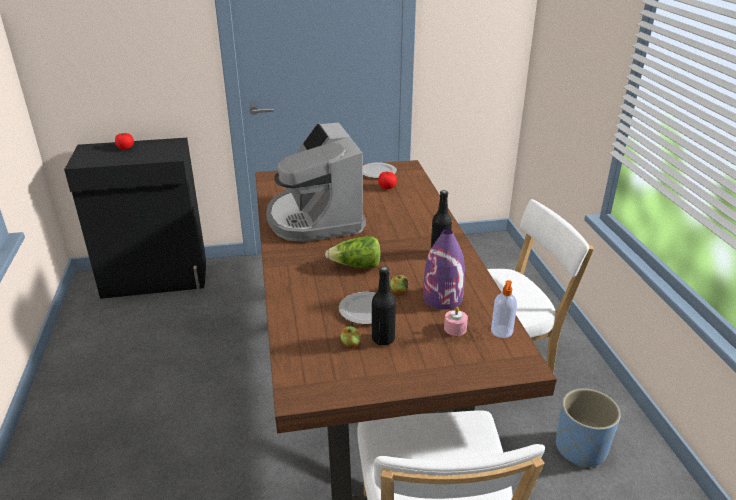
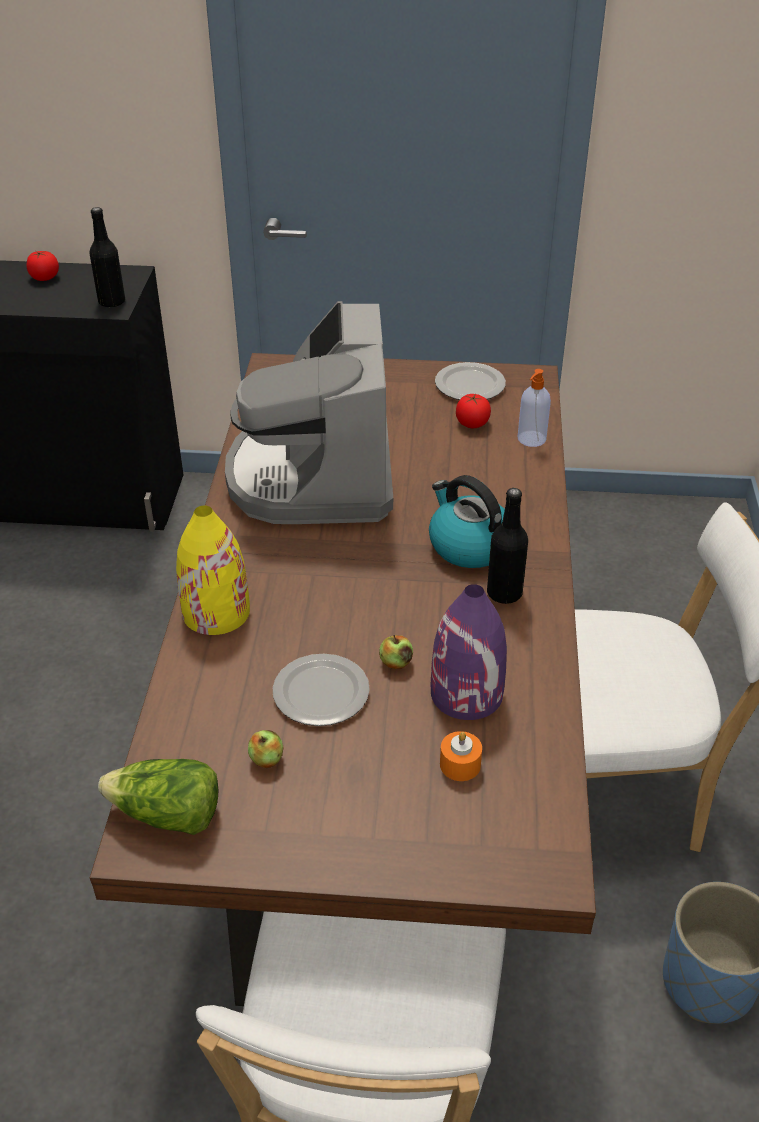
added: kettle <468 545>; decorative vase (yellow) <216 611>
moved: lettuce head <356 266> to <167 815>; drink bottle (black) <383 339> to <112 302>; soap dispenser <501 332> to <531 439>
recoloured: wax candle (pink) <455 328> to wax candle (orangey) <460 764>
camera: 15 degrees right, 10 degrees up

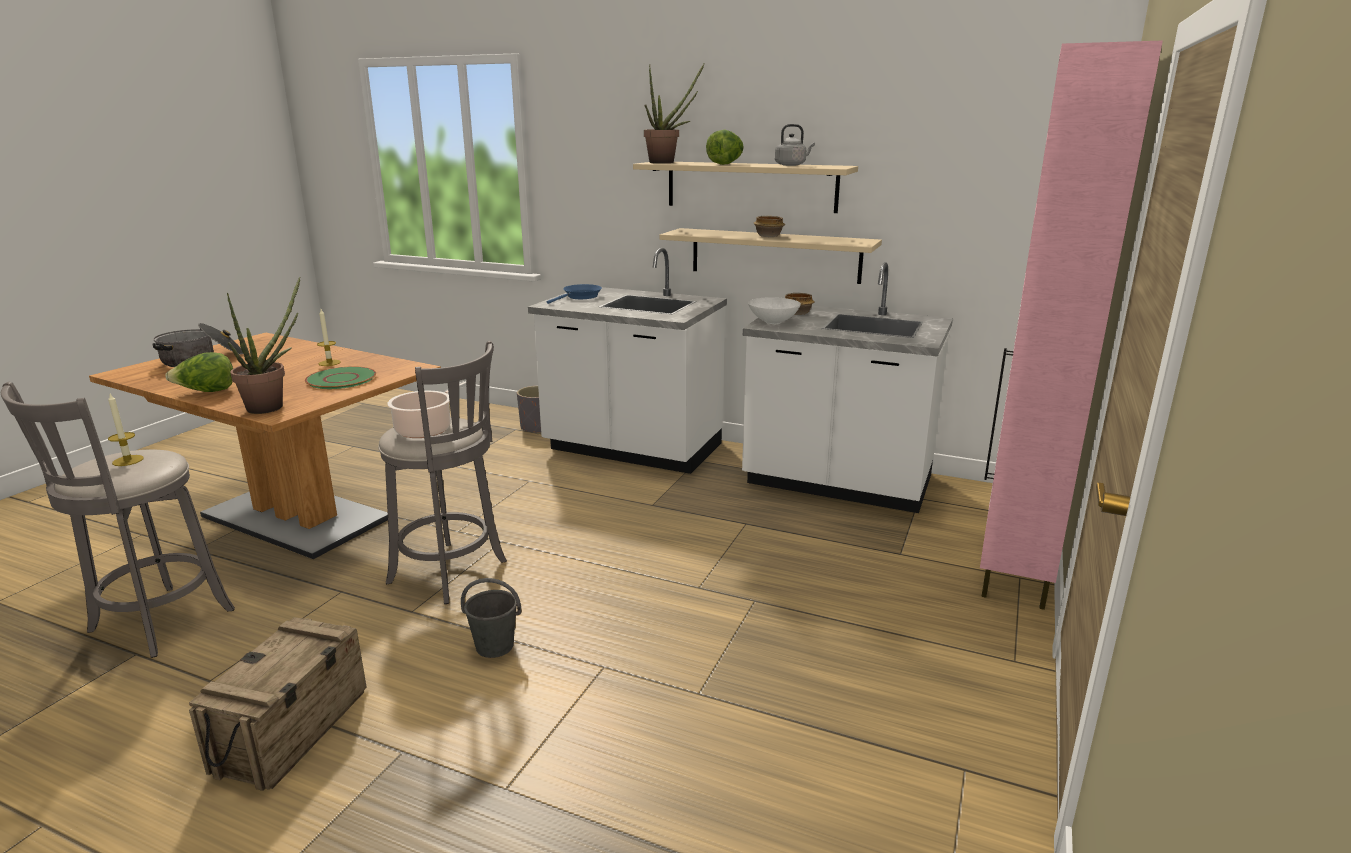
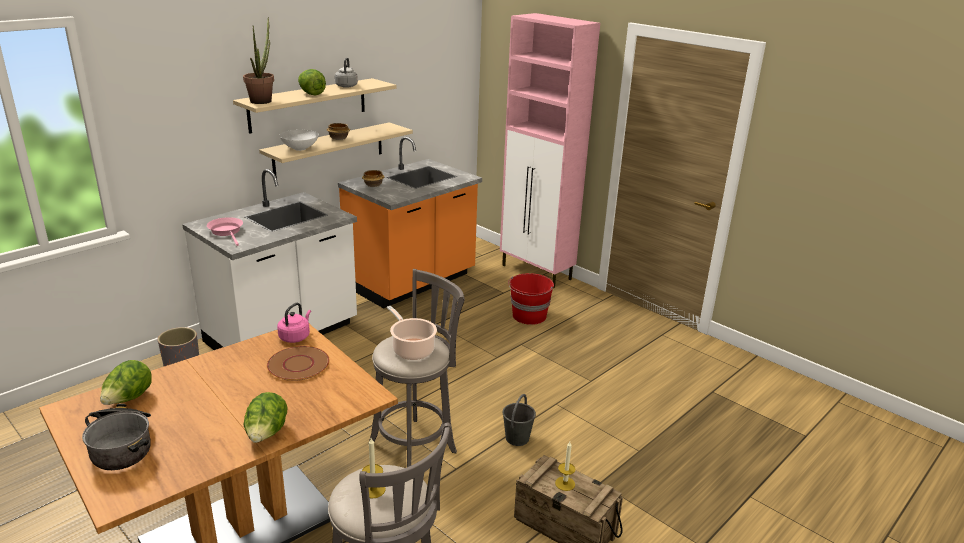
removed: houseplant <272 406>
added: bucket (red) <529 316>; kettle (pink) <295 337>; lettuce head <128 399>
moved: serving bowl (white-coloured) <773 322> to <299 148>; wax candle <329 363> to <565 483>
recoloured: kitchen counter (white-coloured) <837 483> to kitchen counter (orangey) <412 282>; pan (blue-coloured) <580 297> to pan (pink) <227 232>; flat dish (greenish) <341 379> to flat dish (brown) <298 364>
camera: 70 degrees left, 5 degrees up

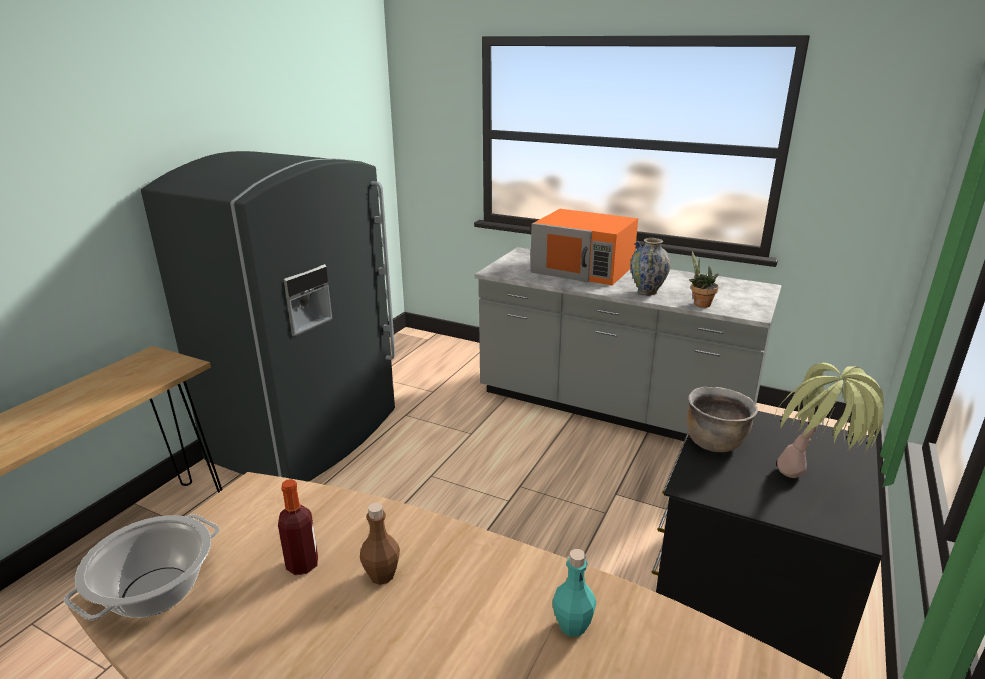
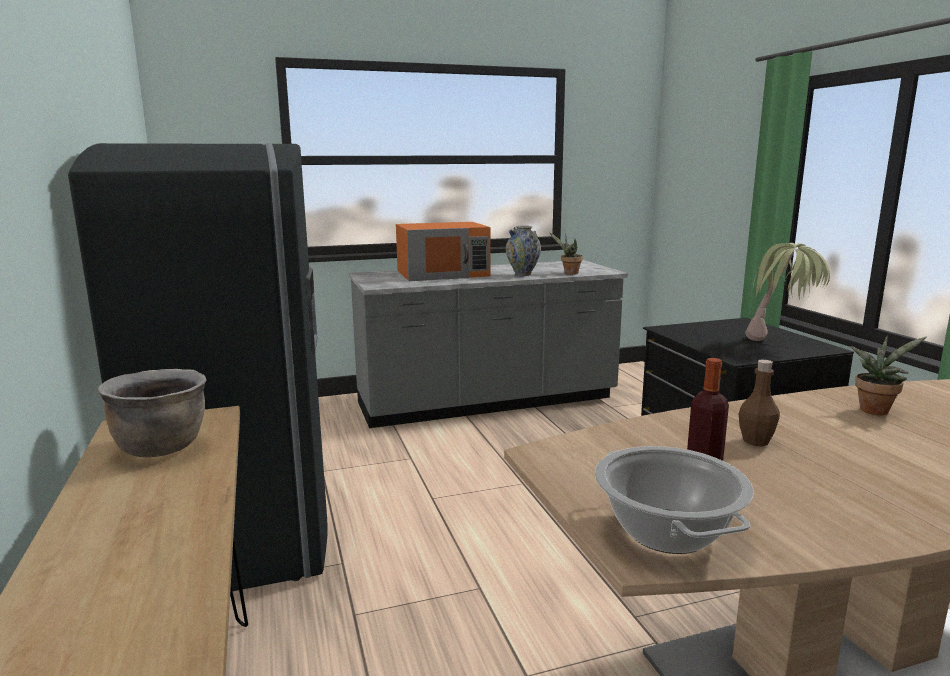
moved: stockpot (brown) <715 443> to <162 447>
replaced: drink bottle (turquoise) <572 626> to houseplant <875 409>
camera: 45 degrees left, 10 degrees down

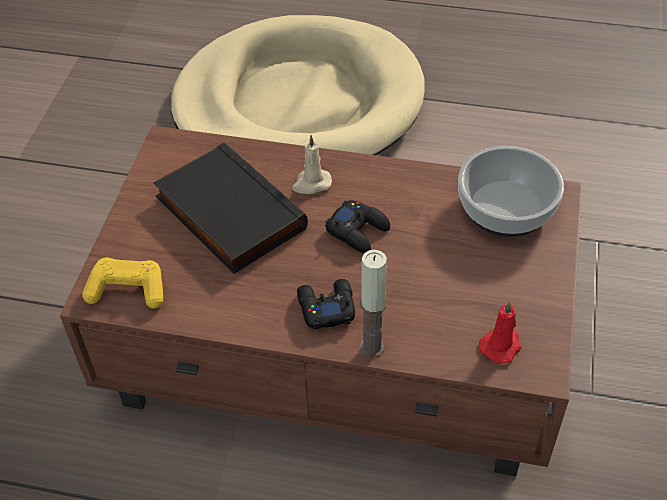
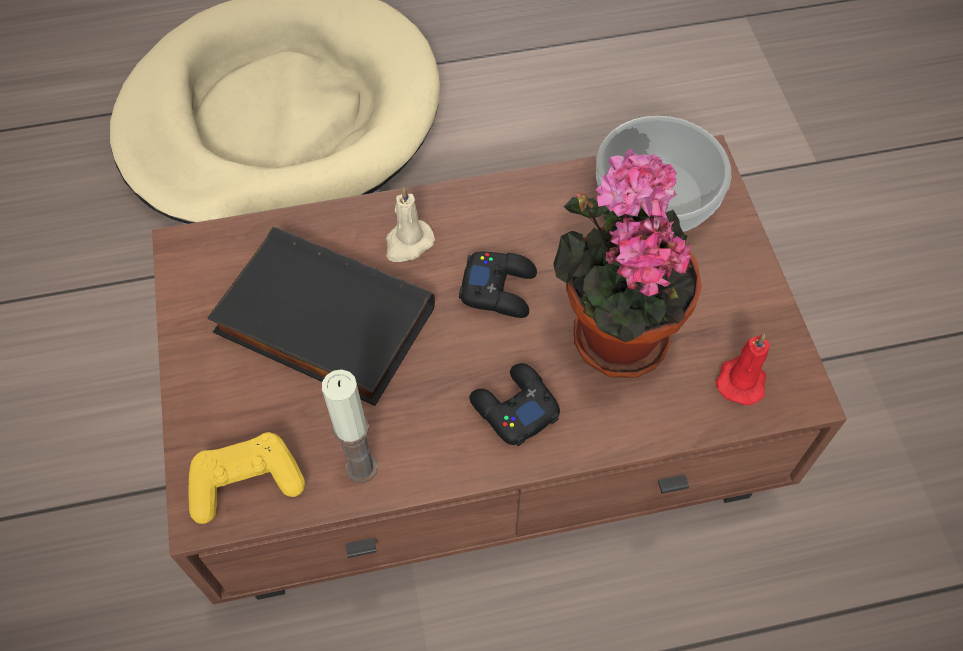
added: houseplant <613 331>
moved: wax candle <372 347> to <361 467>
camera: 25 degrees left, 10 degrees up

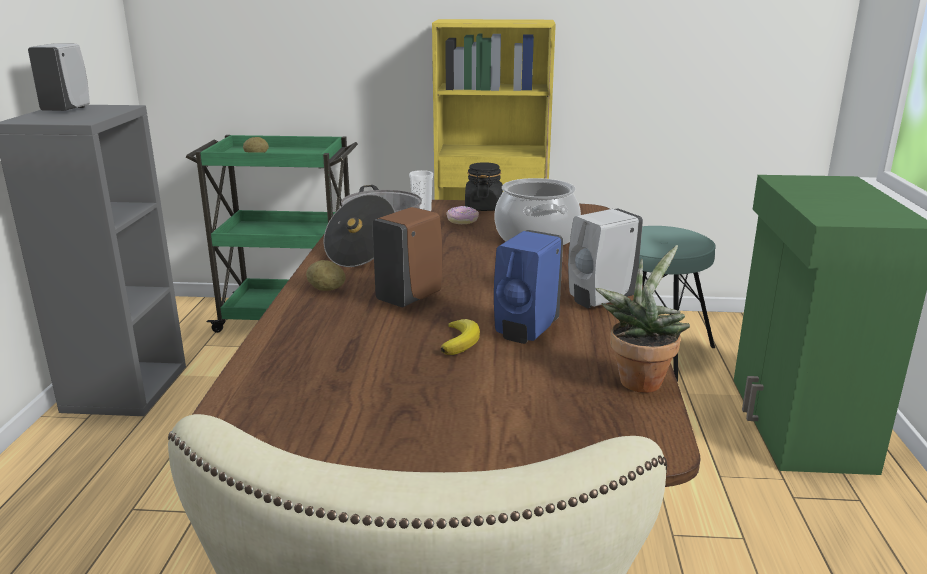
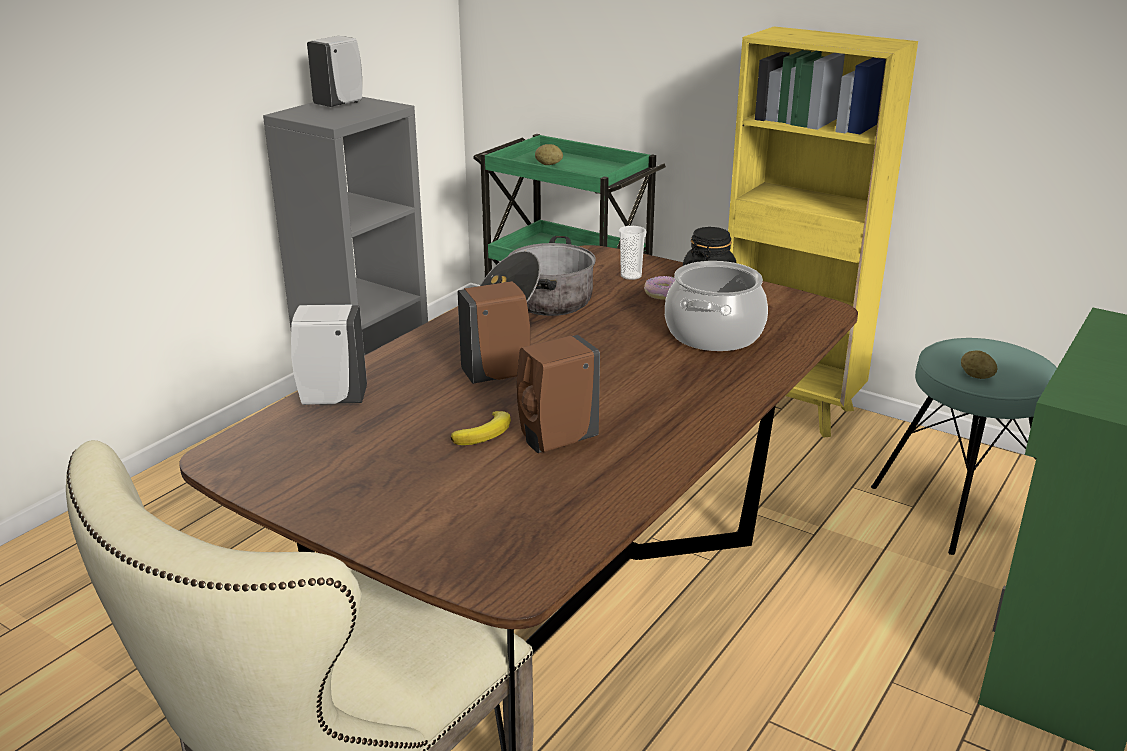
removed: houseplant <639 379>
moved: soap dispenser (white-coloured) <599 300> to <331 399>; whole potato <326 289> to <976 376>
recoloured: soap dispenser (blue-coloured) <525 331> to soap dispenser (brown) <555 441>
camera: 30 degrees right, 5 degrees up

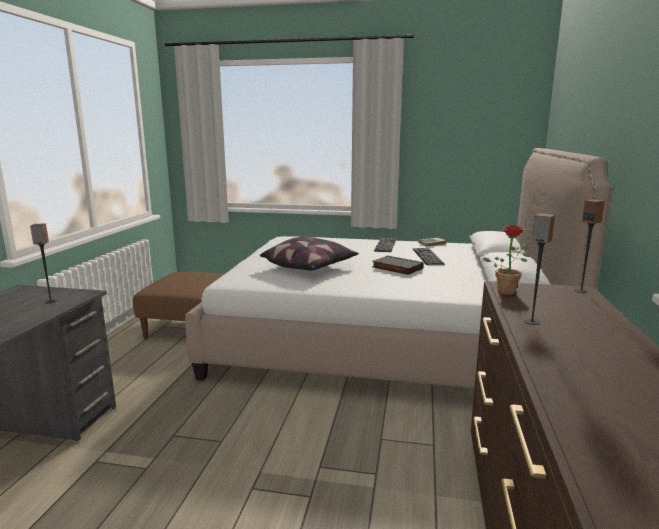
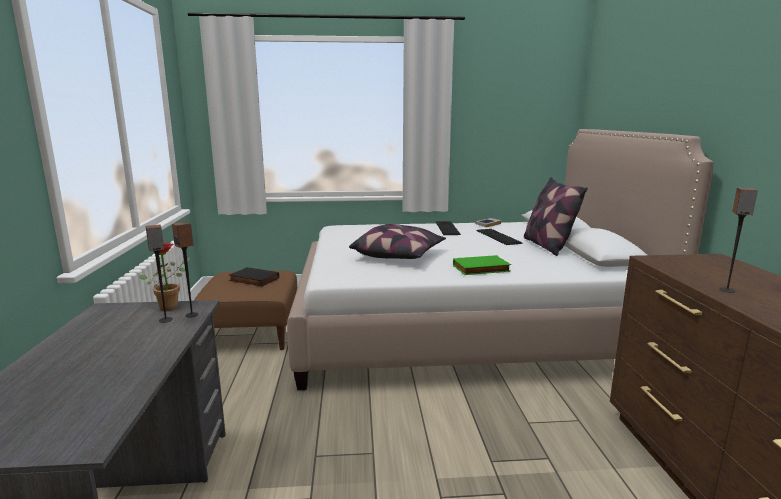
added: cushion <547 246>; volume (greenish) <481 269>
moved: audio speaker <581 291> to <192 315>; houseplant <507 291> to <171 306>; volume (black) <396 268> to <253 280>
camera: 15 degrees left, 0 degrees up

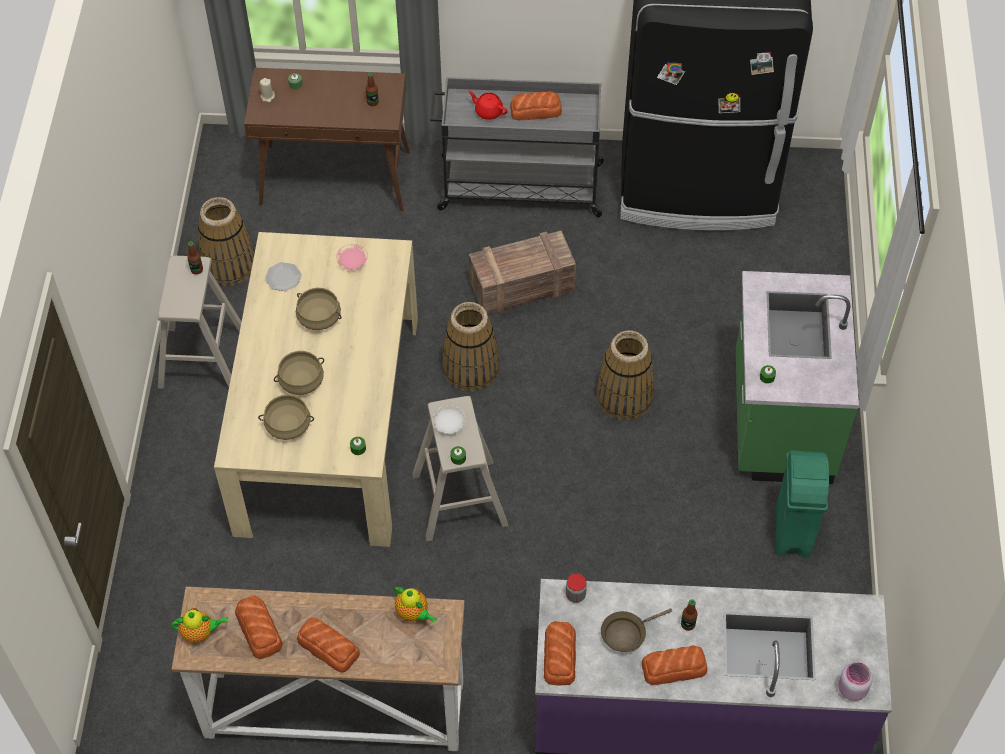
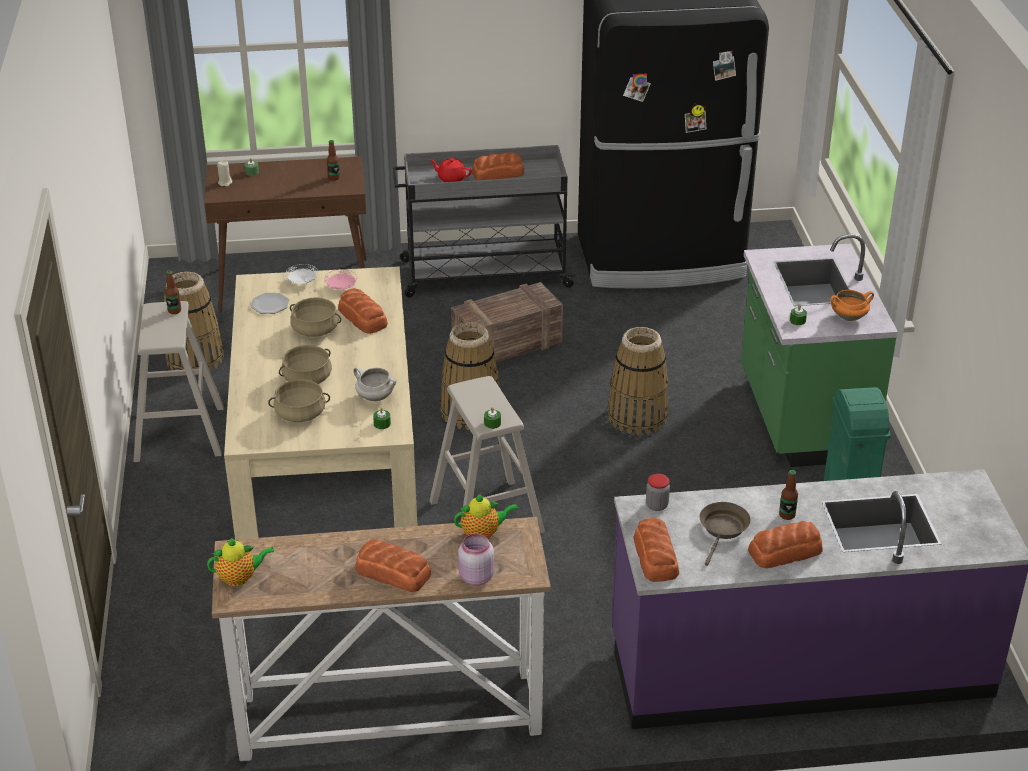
added: stockpot (orangey) <849 317>; stockpot (white-coloured) <375 397>
moved: flat dish (white-coloured) <449 425> to <302 282>; bread <259 630> to <363 318>; preserve jar (pink) <851 689> to <475 577>
turned: teapot <413 613> = <483 533> 45 degrees counterclockwise; pan (brown) <626 633> = <723 530> 150 degrees clockwise
camera: 10 degrees left, 20 degrees down

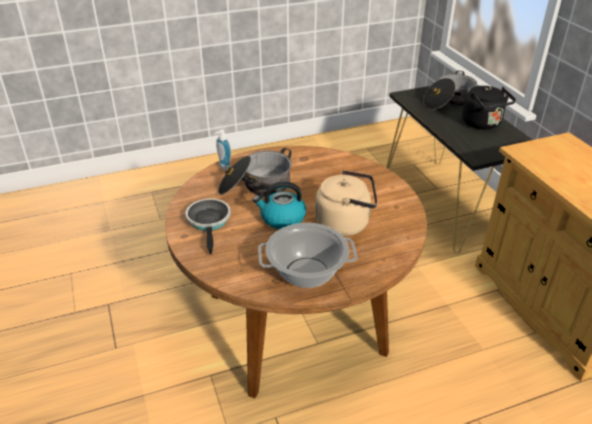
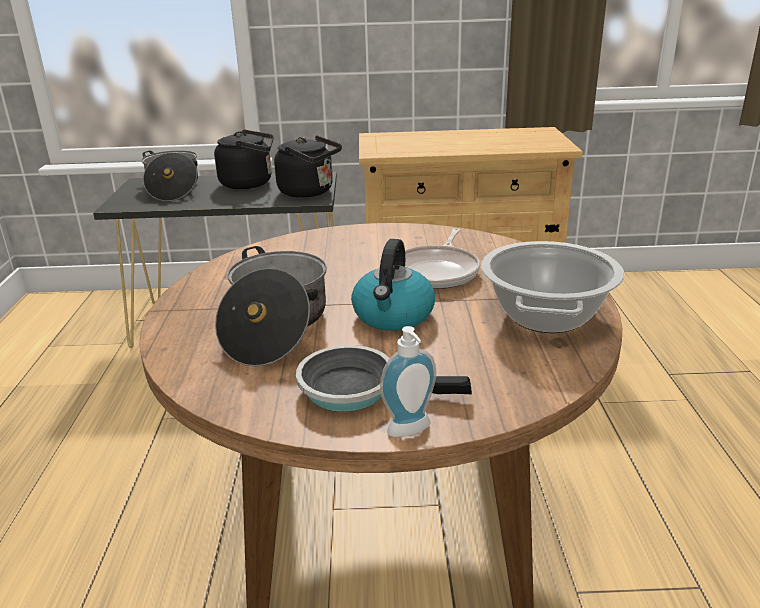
added: kettle (black) <309 192>
moved: soap dispenser <223 168> to <411 431>
replaced: kettle (beige-coloured) <345 223> to pan <437 272>
camera: 70 degrees left, 10 degrees down

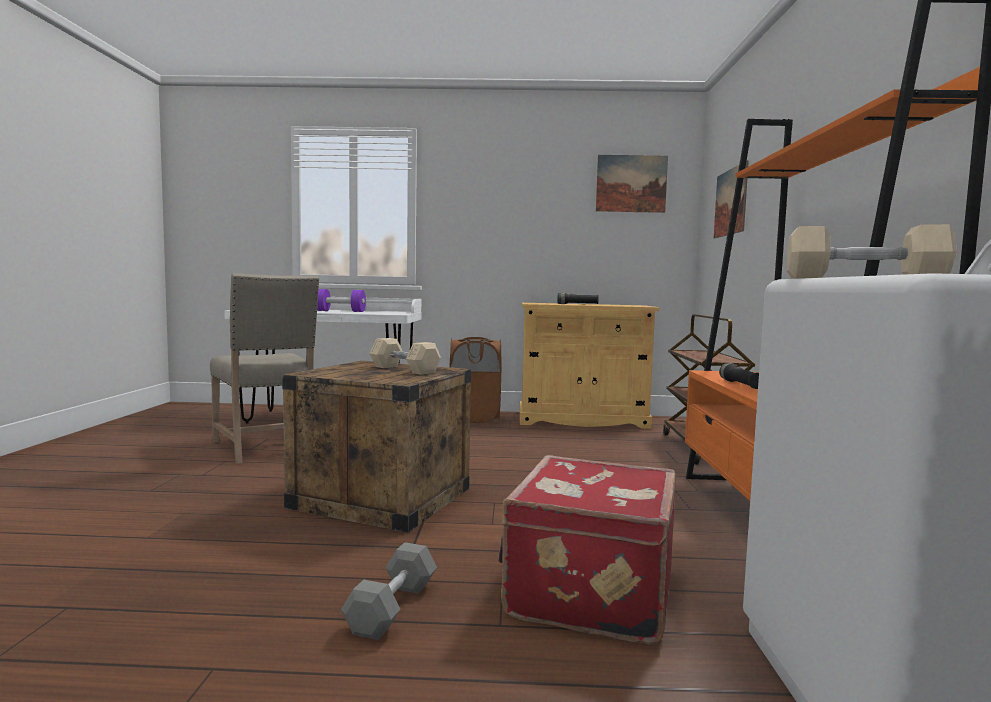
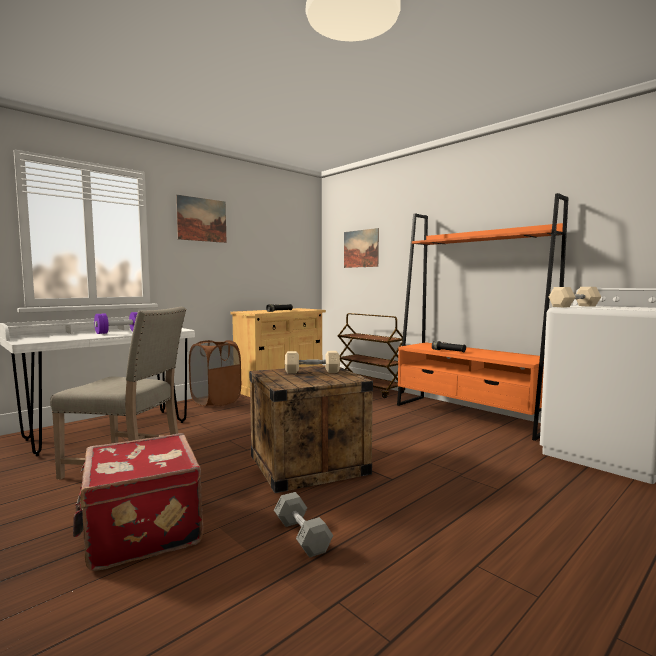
moved: picture <631 183> to <202 219>; piece of luggage (red) <587 591> to <141 530>; dumbbell (gray) <392 608> to <302 535>
camera: 45 degrees left, 0 degrees up

